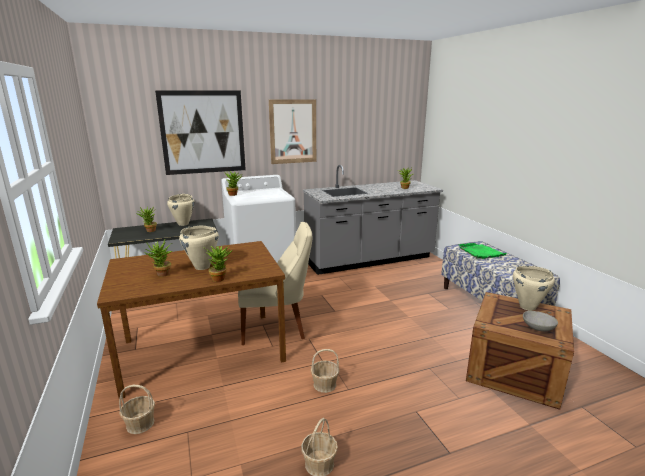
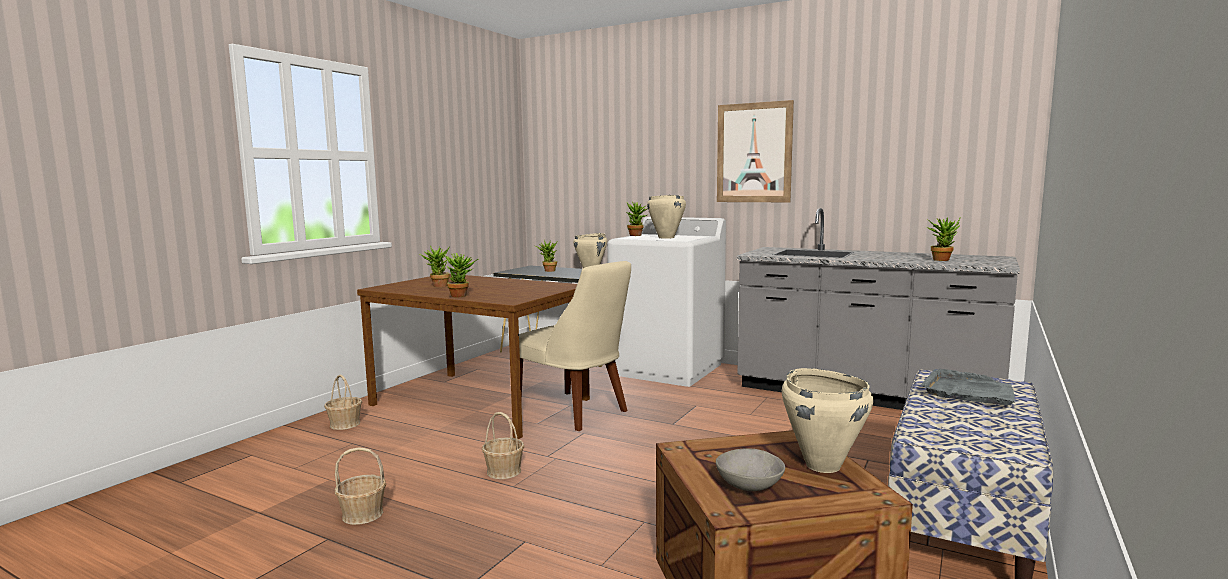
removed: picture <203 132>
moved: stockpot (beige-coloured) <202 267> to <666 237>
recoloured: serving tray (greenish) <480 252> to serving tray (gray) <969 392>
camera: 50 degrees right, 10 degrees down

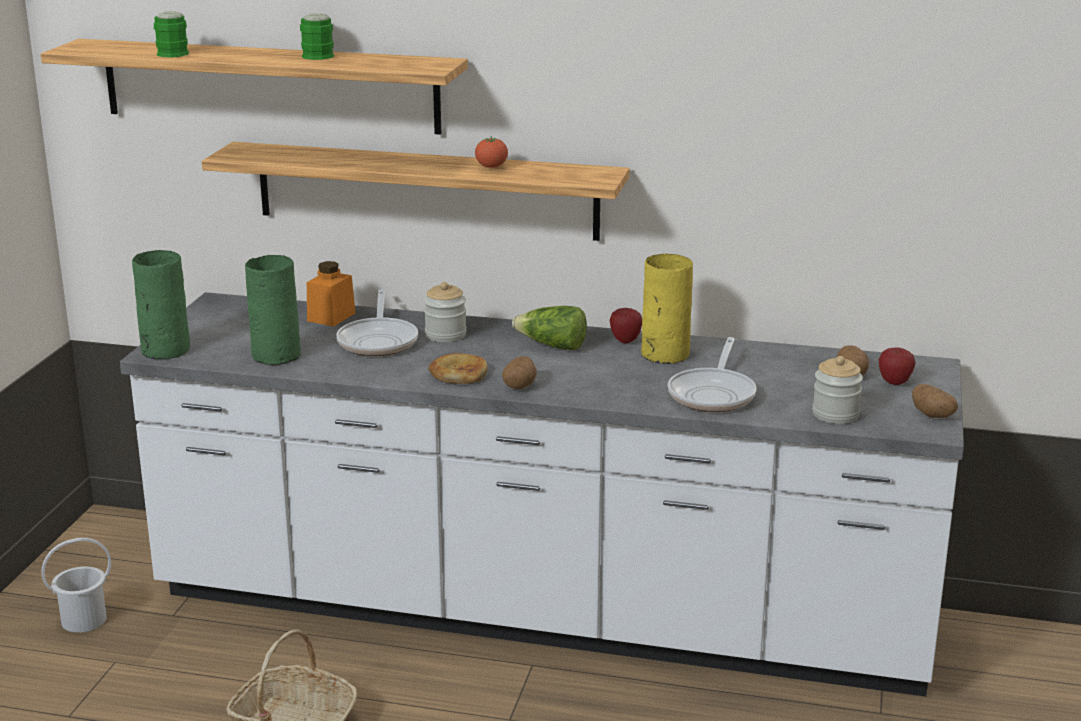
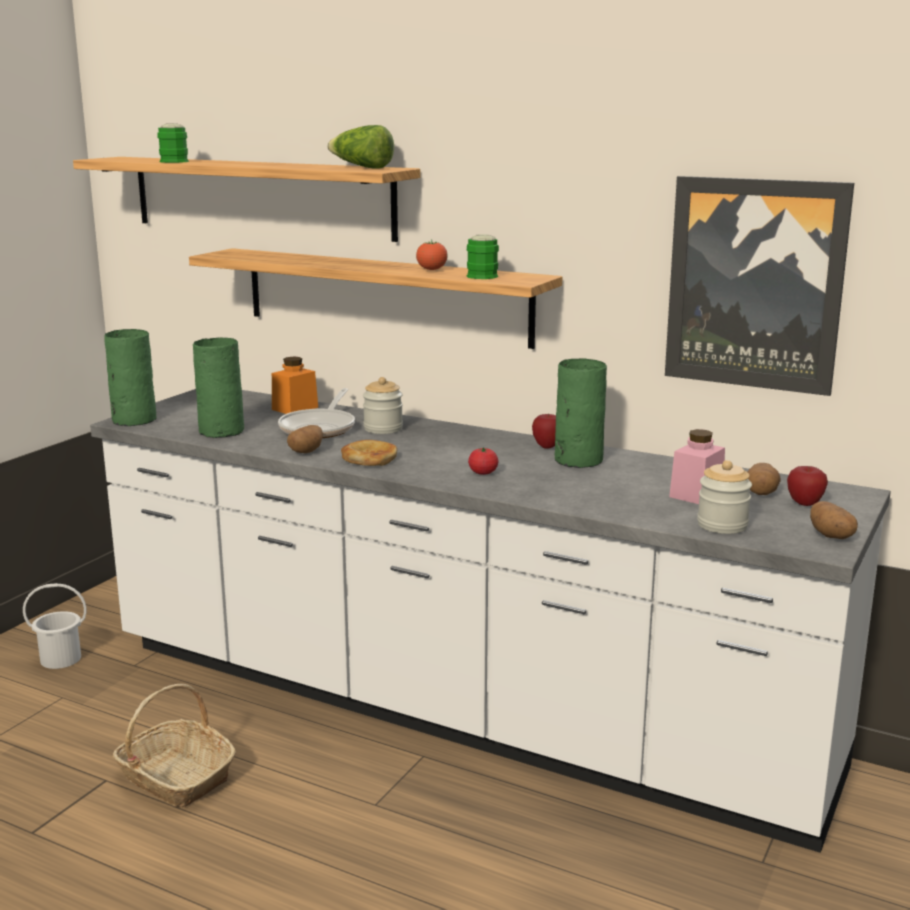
removed: pan <713 394>
added: picture <755 284>; preserve jar (pink) <696 494>; tomato <483 473>
moved: mug (greenish) <320 55> to <485 275>; lettuce head <552 346> to <361 167>; whole potato <519 385> to <306 451>
recoloured: decorative vase (yellow) <663 354> to decorative vase (greenish) <577 460>
camera: 15 degrees right, 5 degrees down

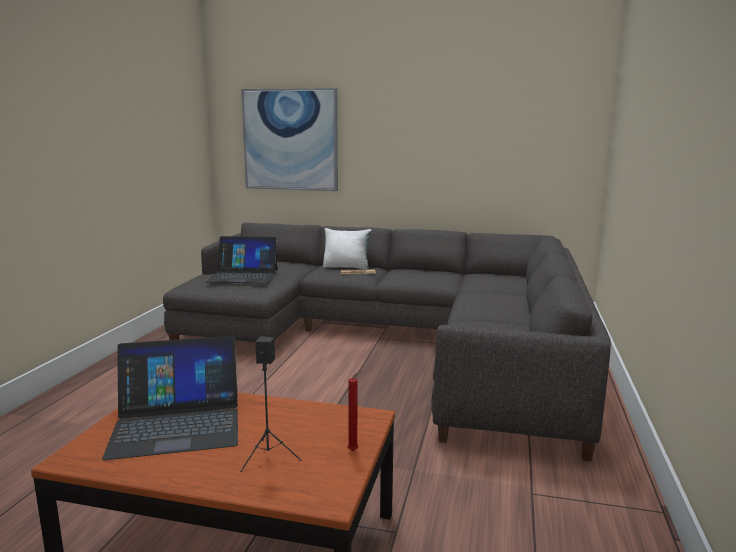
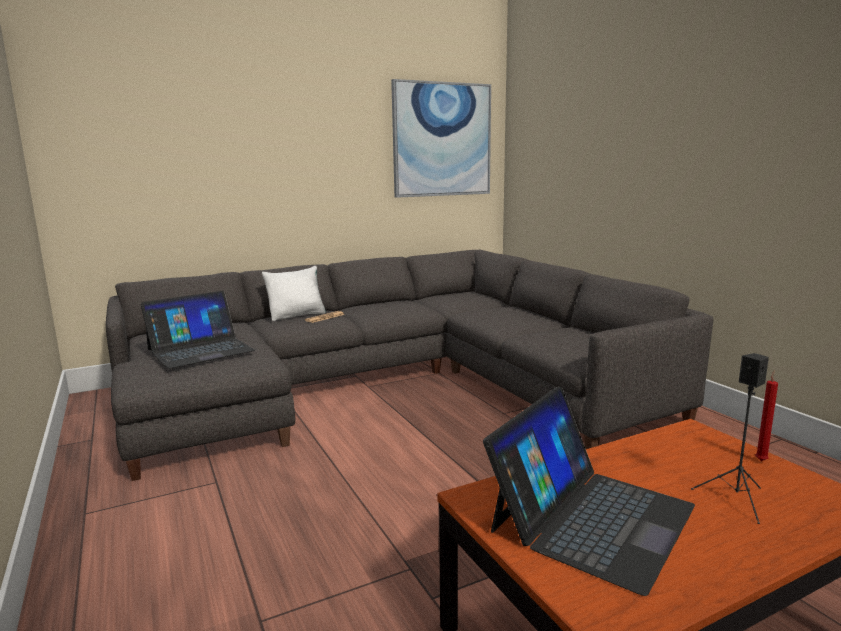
moved: picture <290 140> to <442 140>
camera: 40 degrees left, 0 degrees up

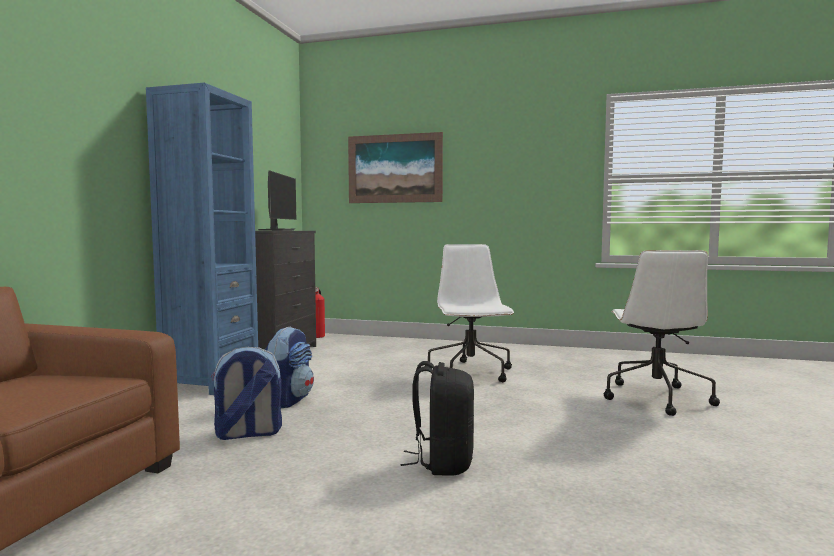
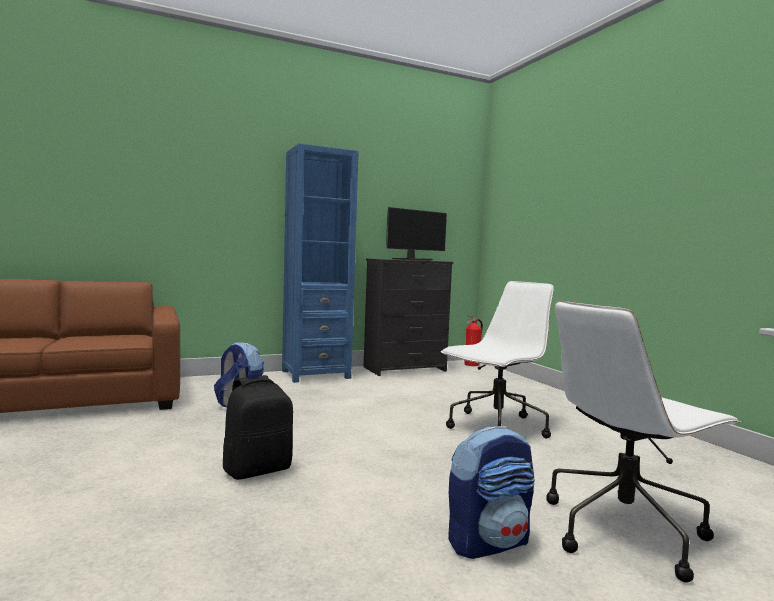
removed: picture <394 168>
moved: rucksack <288 400> to <489 542>
camera: 50 degrees right, 0 degrees up

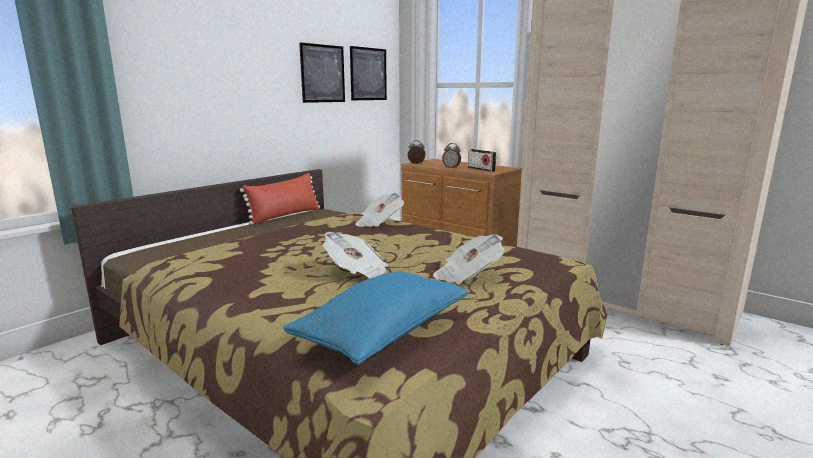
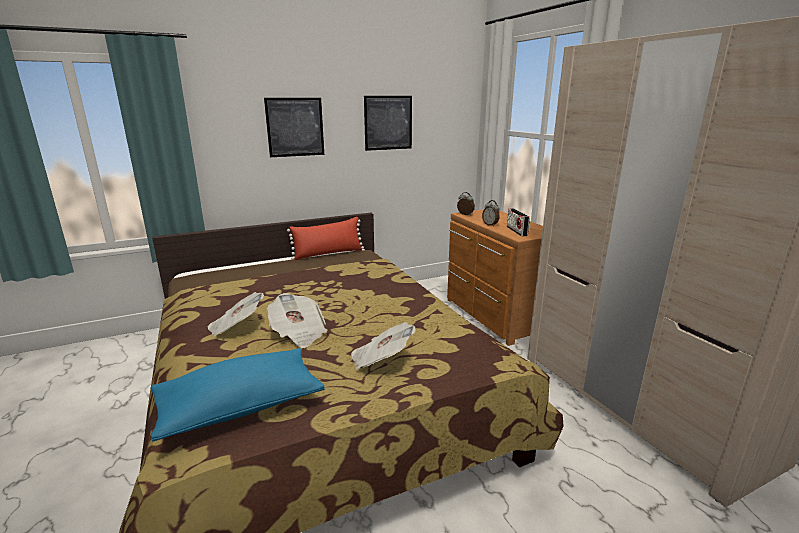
moved: picture <368 74> to <295 127>; printed paper <379 223> to <236 327>
camera: 25 degrees right, 5 degrees up

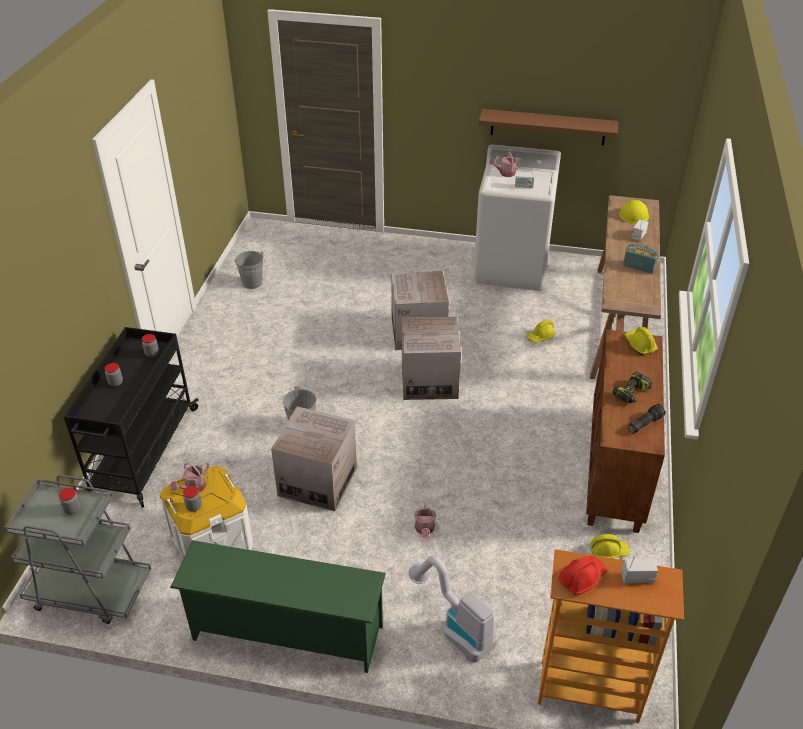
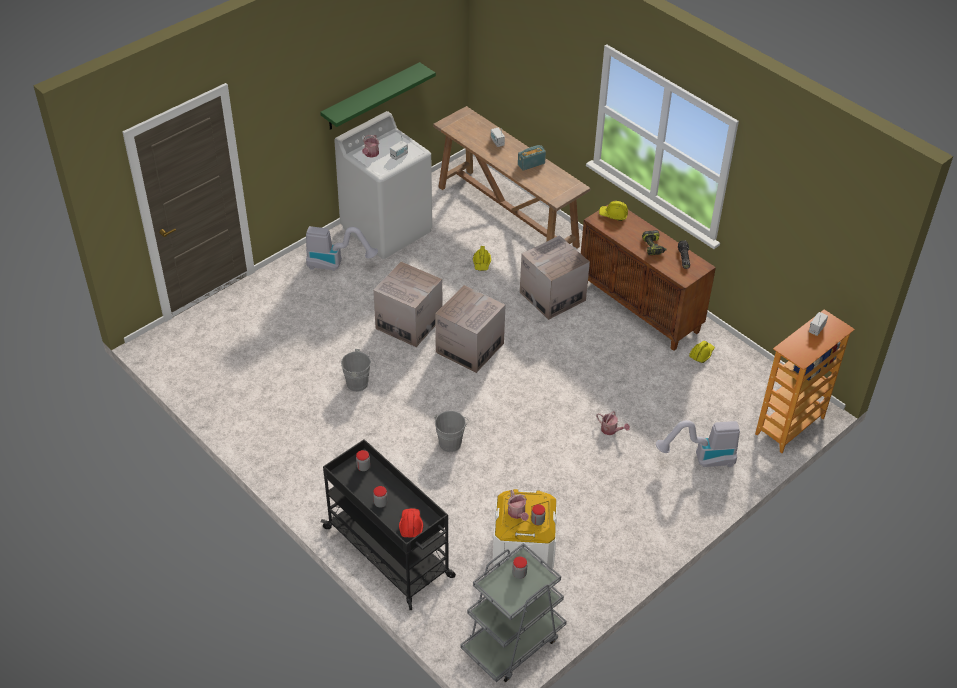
removed: safety helmet (yellow) <634 214>; shoe rack (greenish) <285 634>
added: hoover <337 264>
moved: bucket (gray) <253 284> to <360 383>; packing box <317 481> to <552 296>; safety helmet (red) <582 577> to <411 525>
recoloured: shelf (brown) <548 127> to shelf (greenish) <371 97>
camera: 55 degrees left, 5 degrees up

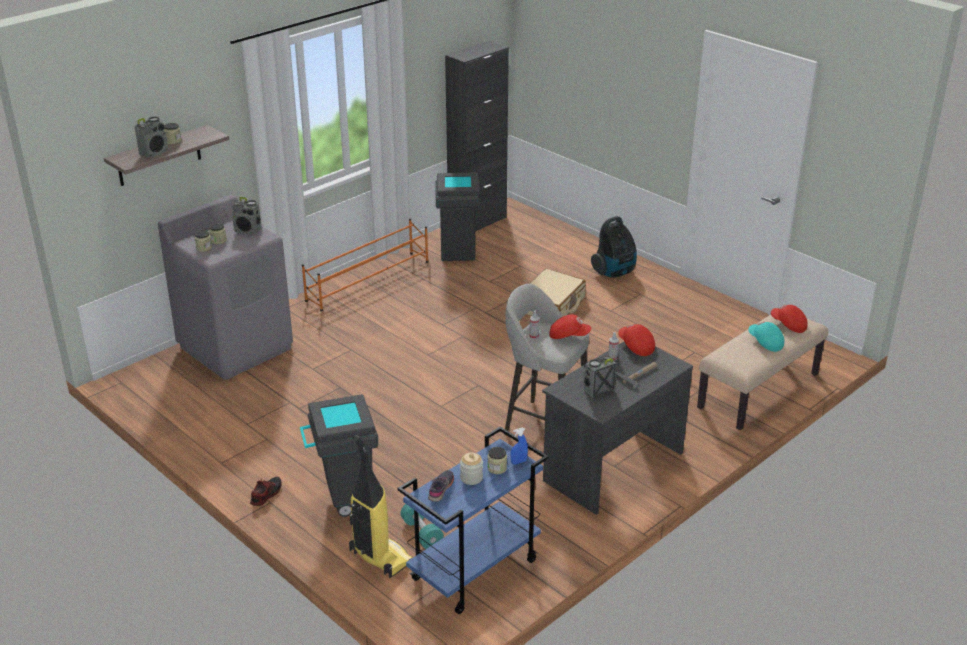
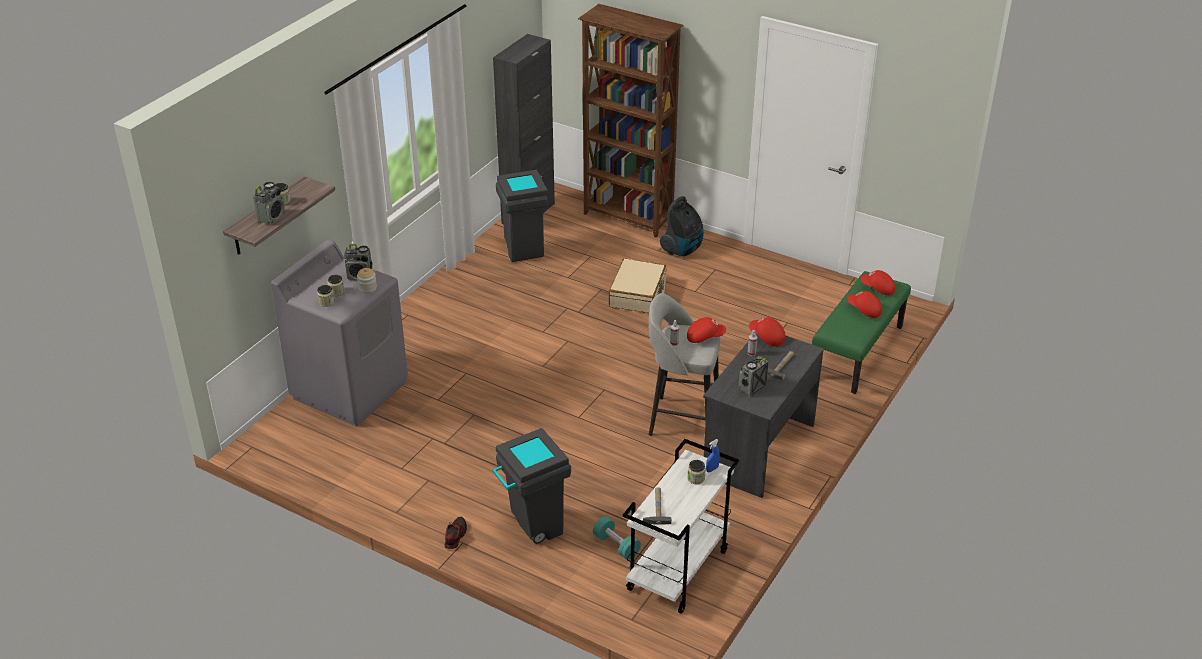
removed: shoe rack (orangey) <369 281>; hoover <379 557>
added: bookcase (brown) <628 218>
moved: preserve jar <471 478> to <367 288>
replaced: item of footwear (gray) <441 489> to tool hammer <656 507>
recoloured: bench (beige-coloured) <759 391> to bench (greenish) <857 353>; cap (turquoise) <765 342> to cap (red) <864 310>; wheeled cart (blue-coloured) <474 571> to wheeled cart (white-coloured) <678 571>
camera: 15 degrees left, 5 degrees up

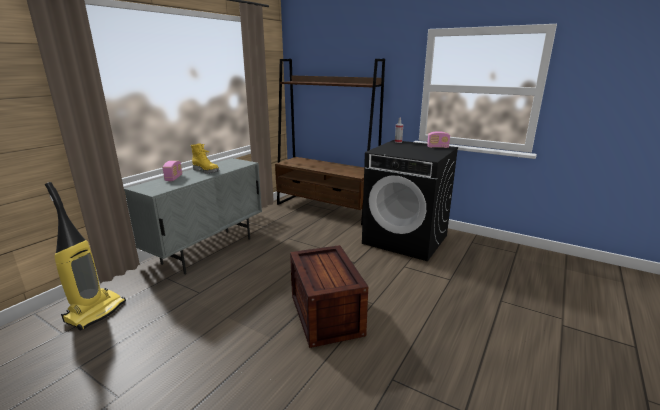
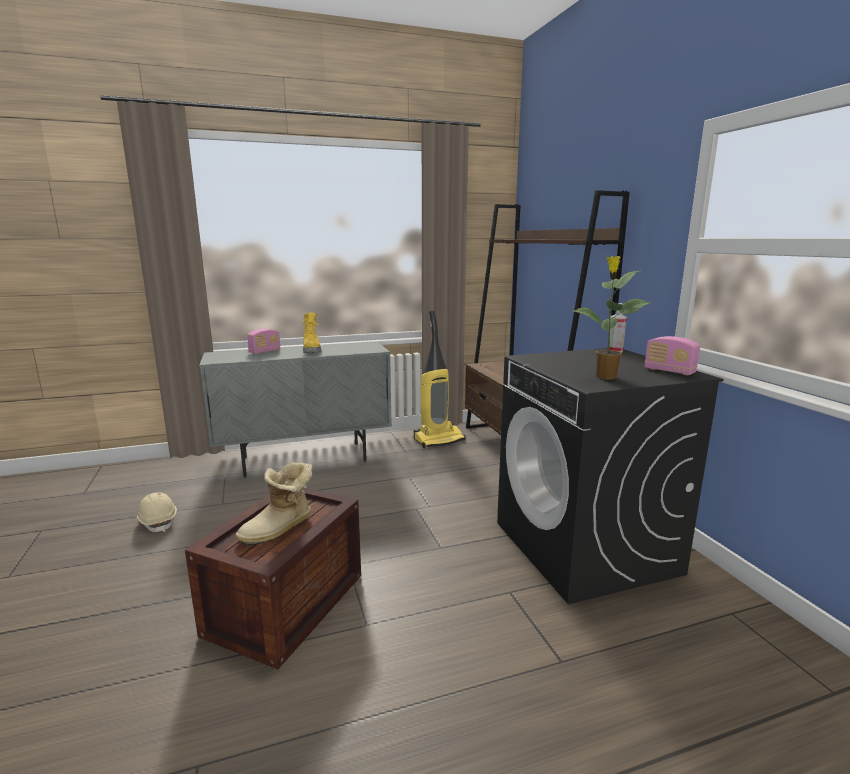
added: houseplant <605 377>; high-top boot <280 529>; safety helmet (beige-coloured) <158 521>
moved: hoover <95 312> to <439 439>
camera: 40 degrees right, 5 degrees down

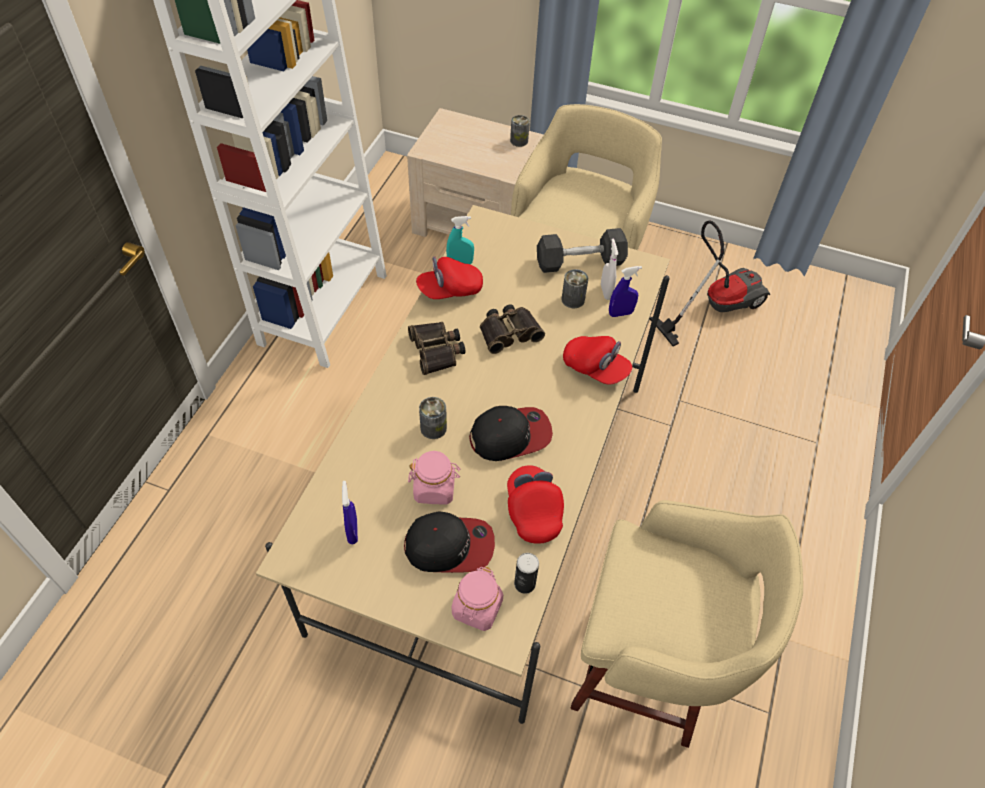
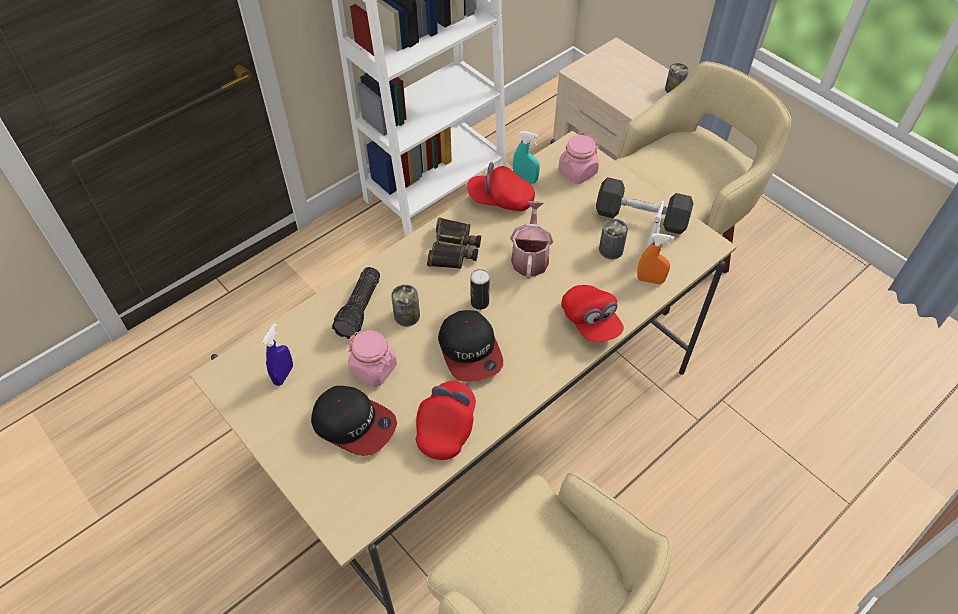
removed: hoover <714 305>
added: flashlight <361 309>
moved: metal can <524 583> to <479 302>; preserve jar (pink) <477 608> to <577 172>
replaced: field glasses <509 332> to watering can <530 257>
recoloured: spray bottle (blue-coloured) <620 313> to spray bottle (orangey) <650 280>
turned: cap <510 435> = <470 350> 60 degrees clockwise
camera: 30 degrees right, 0 degrees up

